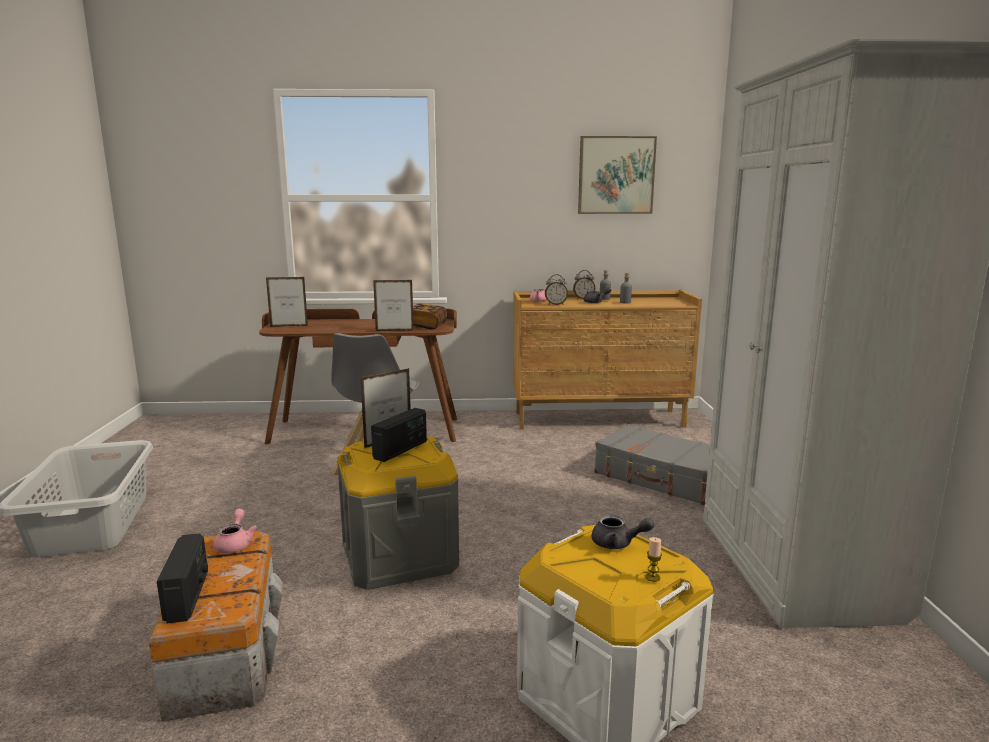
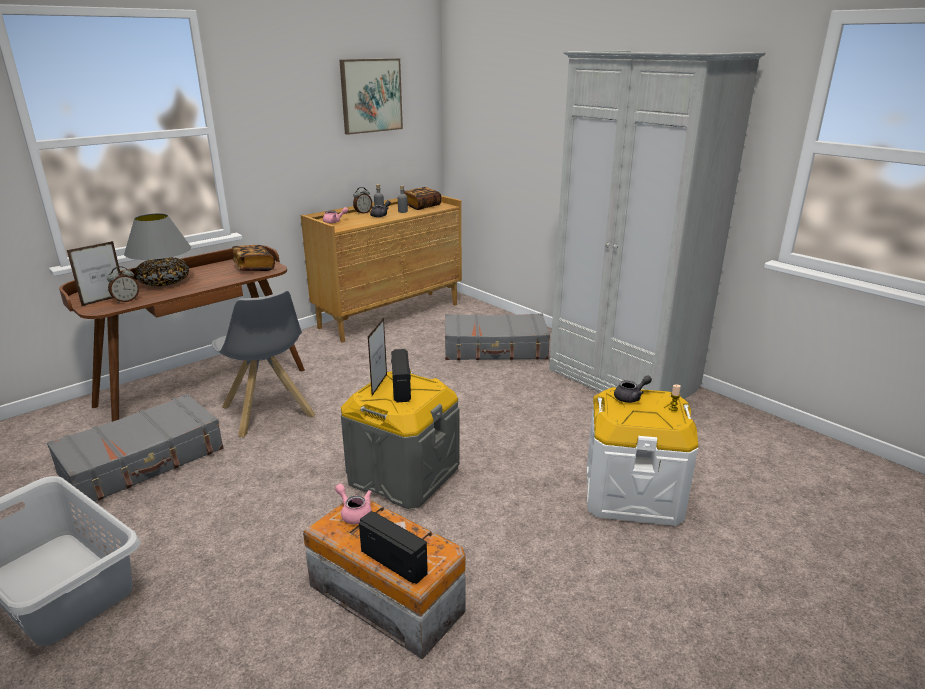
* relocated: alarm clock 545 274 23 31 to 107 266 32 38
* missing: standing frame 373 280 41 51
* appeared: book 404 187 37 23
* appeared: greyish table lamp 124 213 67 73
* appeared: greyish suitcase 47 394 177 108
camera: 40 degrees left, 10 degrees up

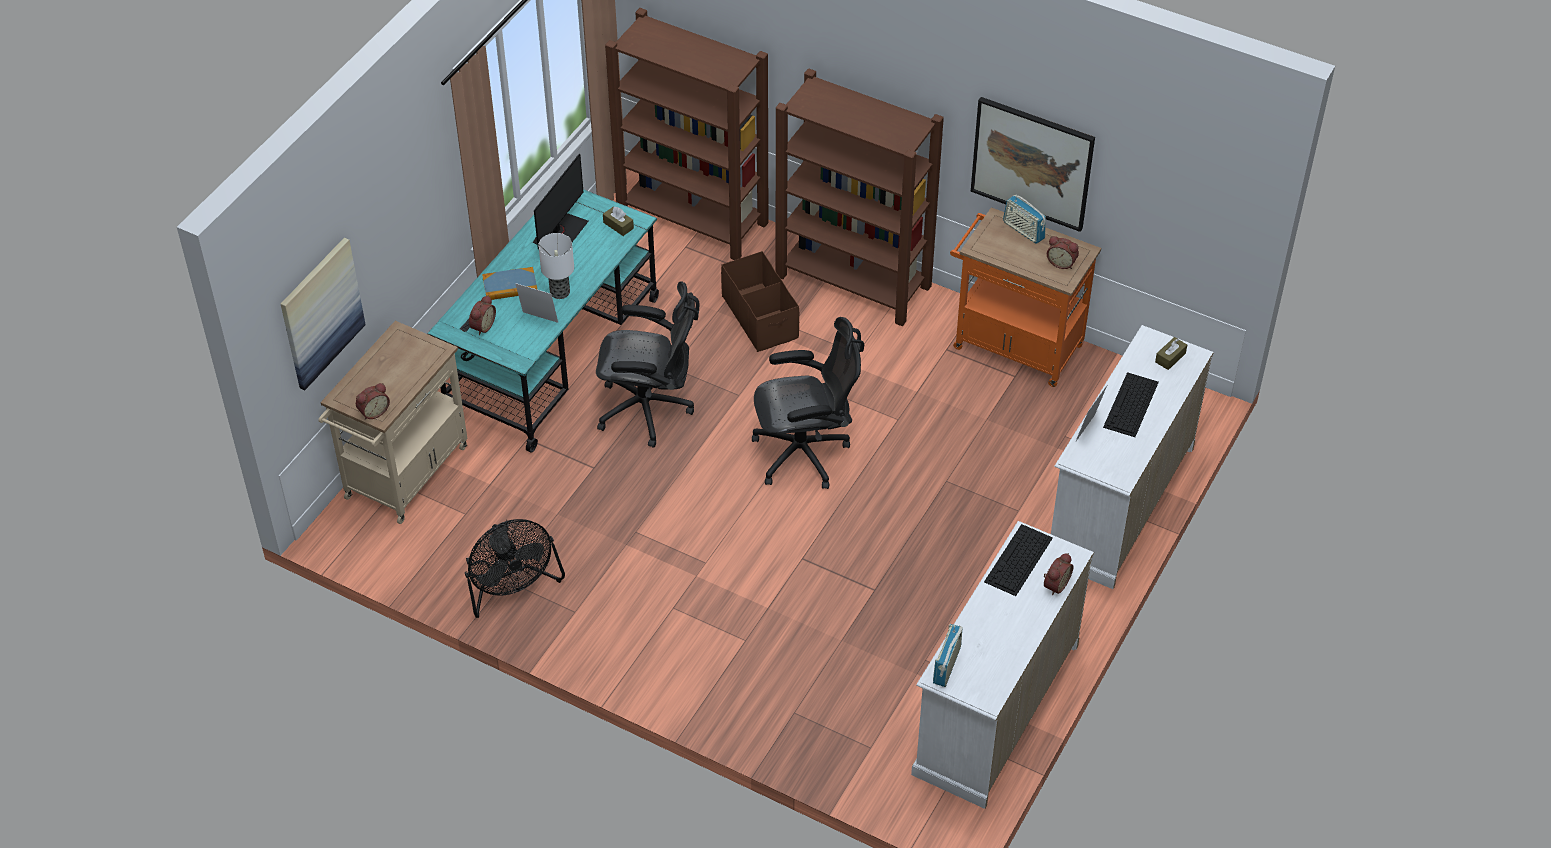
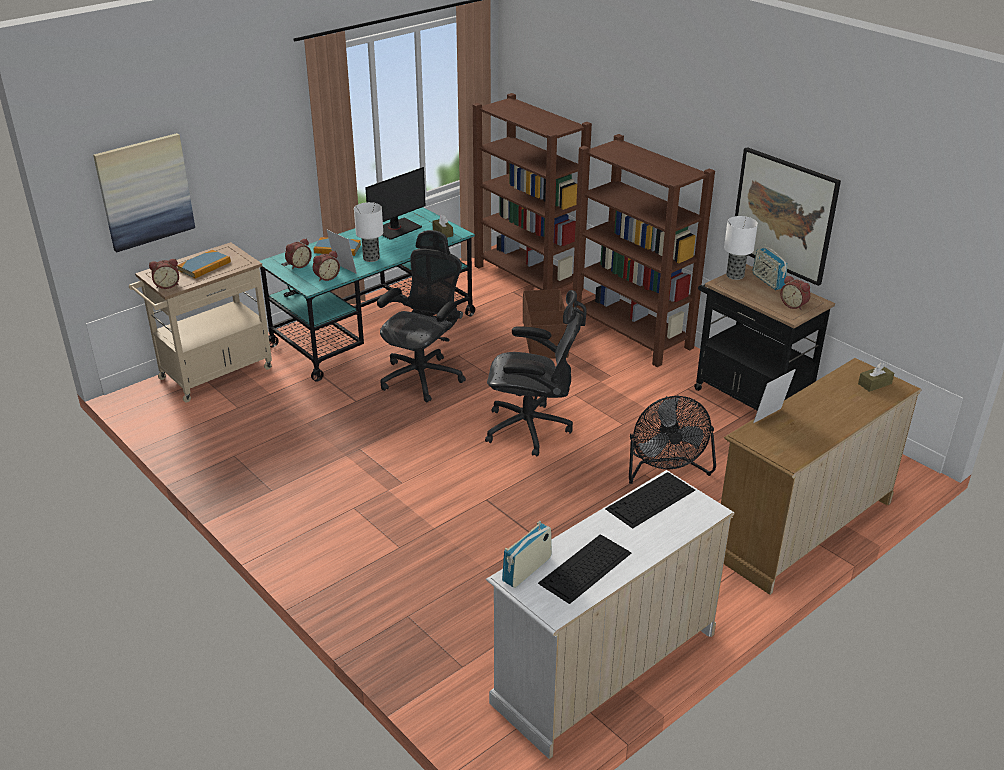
* colour: orange-coloured wheeled cart 950 207 151 180 to blackish wheeled cart 694 264 141 147
* spun: office chair 596 281 103 167 = 377 230 89 172 90 degrees counterclockwise
* colour: white storage cabinet 1051 325 163 264 to brown-coloured storage cabinet 721 358 201 237
* relocated: computer keyboard 1103 372 56 65 to 538 534 94 70
* relocated: blackish fan 465 519 100 99 to 629 396 87 88
* relocated: alarm clock 1044 553 29 42 to 313 251 27 31
* appeared: table lamp 724 216 34 64
* appeared: book 177 250 54 28
camera: 20 degrees right, 15 degrees down

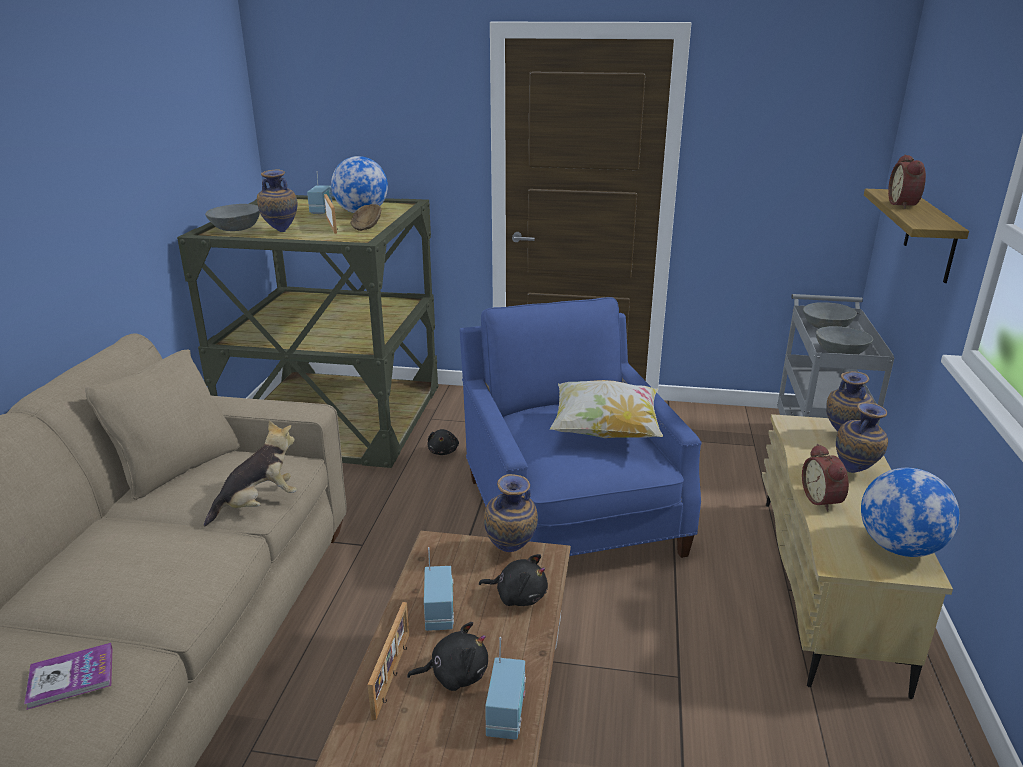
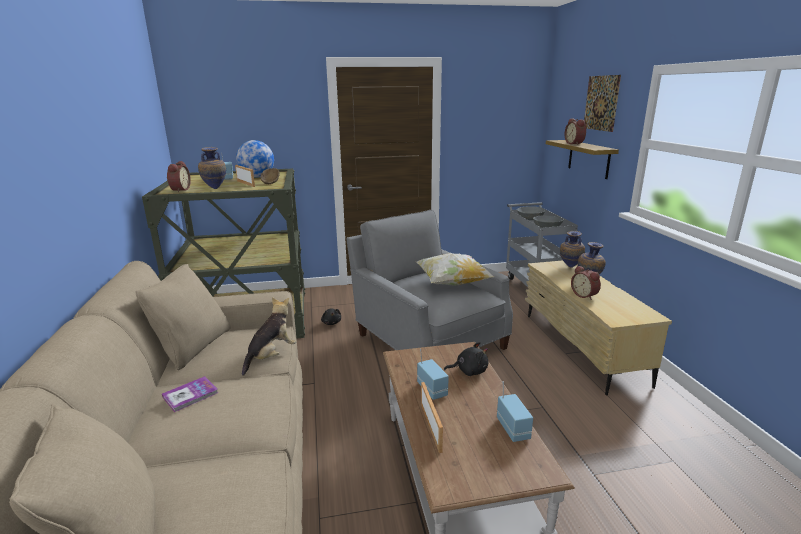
* exchanged: greyish serving bowl 205 204 55 27 to alarm clock 167 161 24 31
* colour: blue lounge chair 459 297 243 261 to greyish lounge chair 346 210 167 140
* missing: desk globe 861 468 99 89
* missing: vase 484 474 54 78
* missing: blackish soft toy 407 622 81 69
* relocated: book 24 643 89 67 to 162 376 56 36
* appeared: wall art 584 75 37 57
camera: 20 degrees left, 5 degrees down

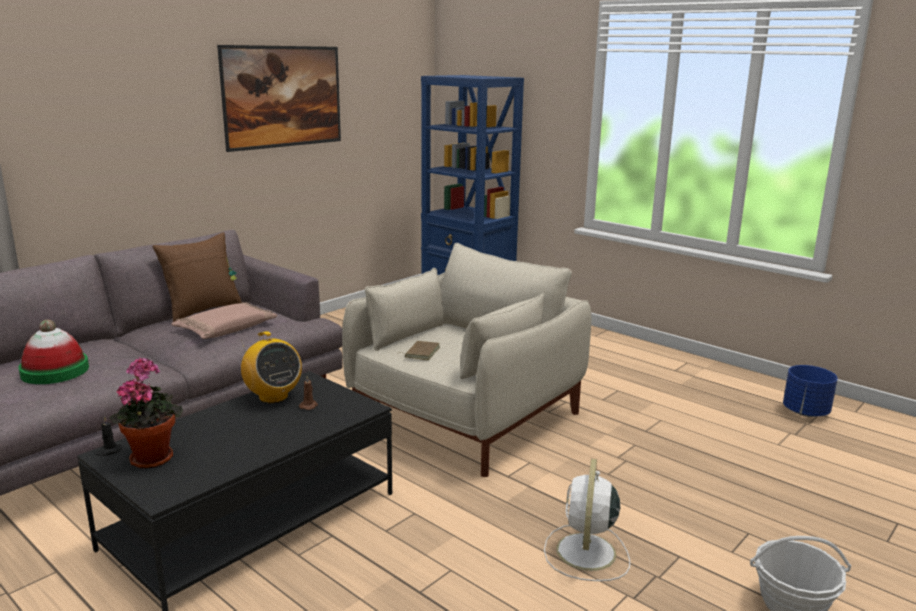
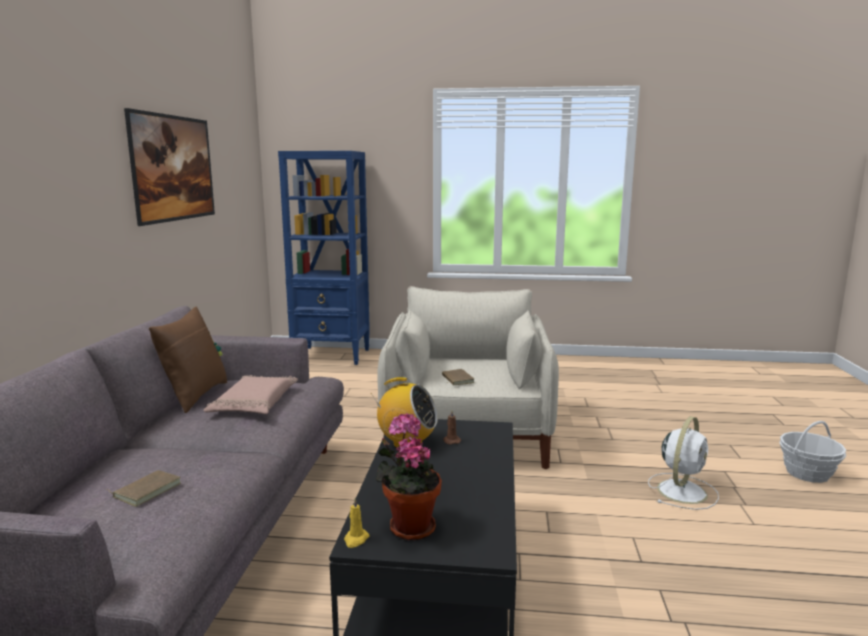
* exchanged: wearable hat 18 319 71 65 to brown-coloured book 106 470 75 37
* missing: blue flower pot 783 365 55 52
* colour: blackish wax candle 96 416 26 40 to yellowish wax candle 344 498 26 50
* spun: white fan 544 459 86 122 = 648 416 71 94 120 degrees counterclockwise
camera: 35 degrees left, 5 degrees down

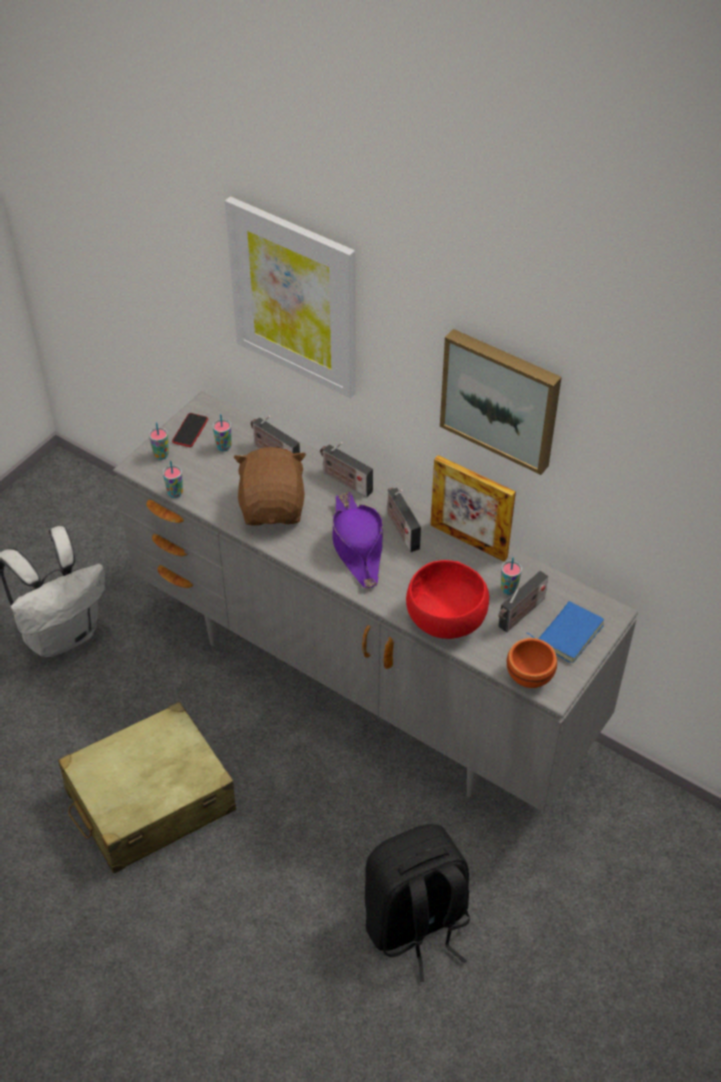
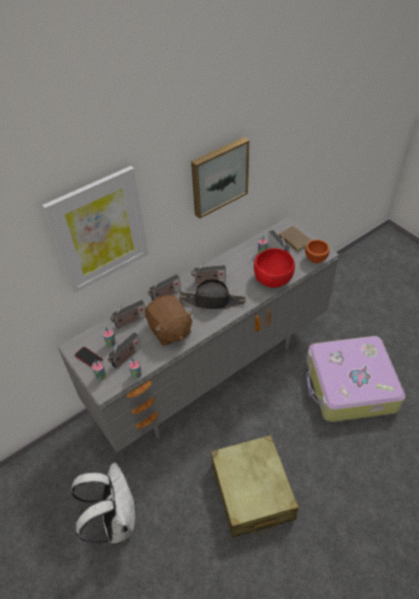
* spun: brown-coloured soft toy 234 447 72 79 = 145 295 48 51 135 degrees counterclockwise
* missing: standing frame 430 455 86 107
* colour: purple wearable hat 332 492 51 97 to blackish wearable hat 179 279 67 30
* colour: blue book 527 601 77 63 to brown-coloured book 279 226 33 26
* exchanged: blackish backpack 365 824 105 158 to suitcase 306 336 99 86
* appeared: radio set 108 332 33 37
camera: 70 degrees left, 0 degrees up

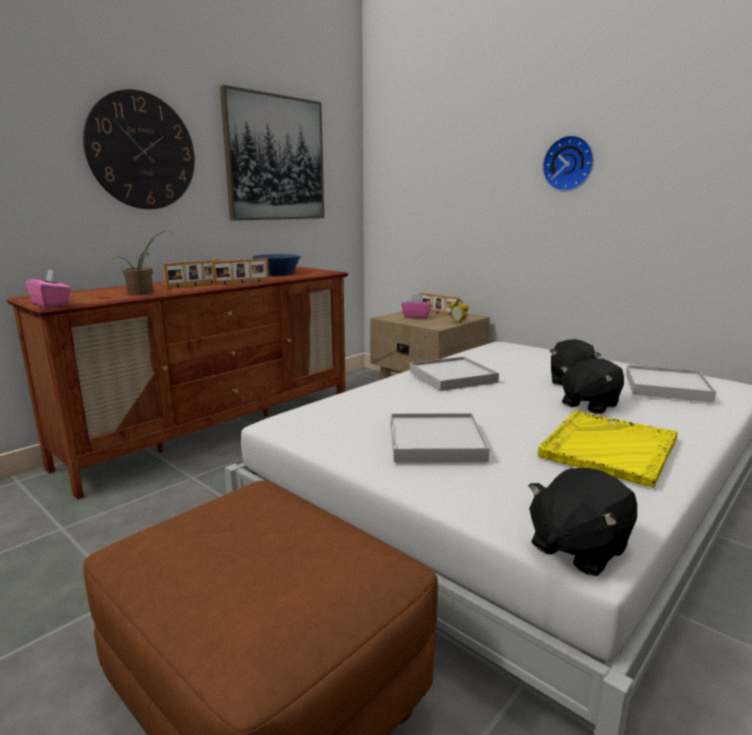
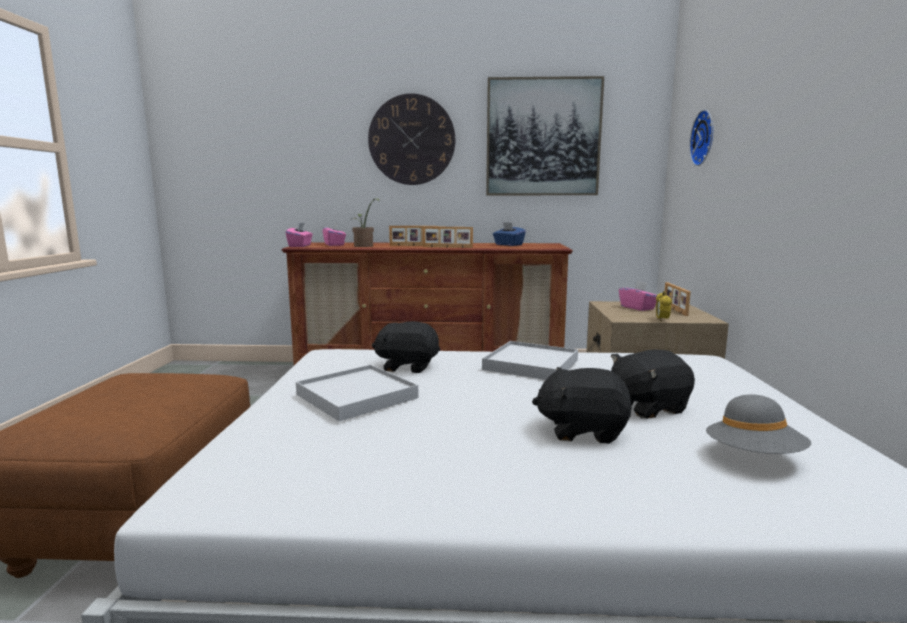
* relocated: wall clock 542 135 52 57 to 689 110 24 56
* exchanged: blue serving bowl 252 254 48 22 to blue tissue box 493 222 33 24
* exchanged: white serving tray 626 365 90 37 to greyish wearable hat 706 394 105 60
* missing: yellowish serving tray 538 411 140 77
* relocated: blackish soft toy 528 468 109 108 to 372 322 68 51
* appeared: pink tissue box 323 222 23 24
camera: 50 degrees right, 5 degrees down

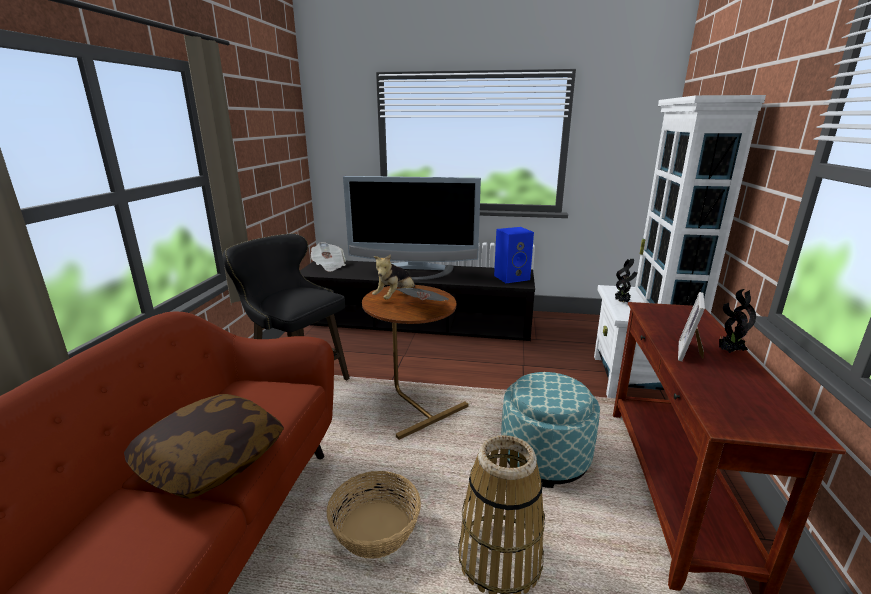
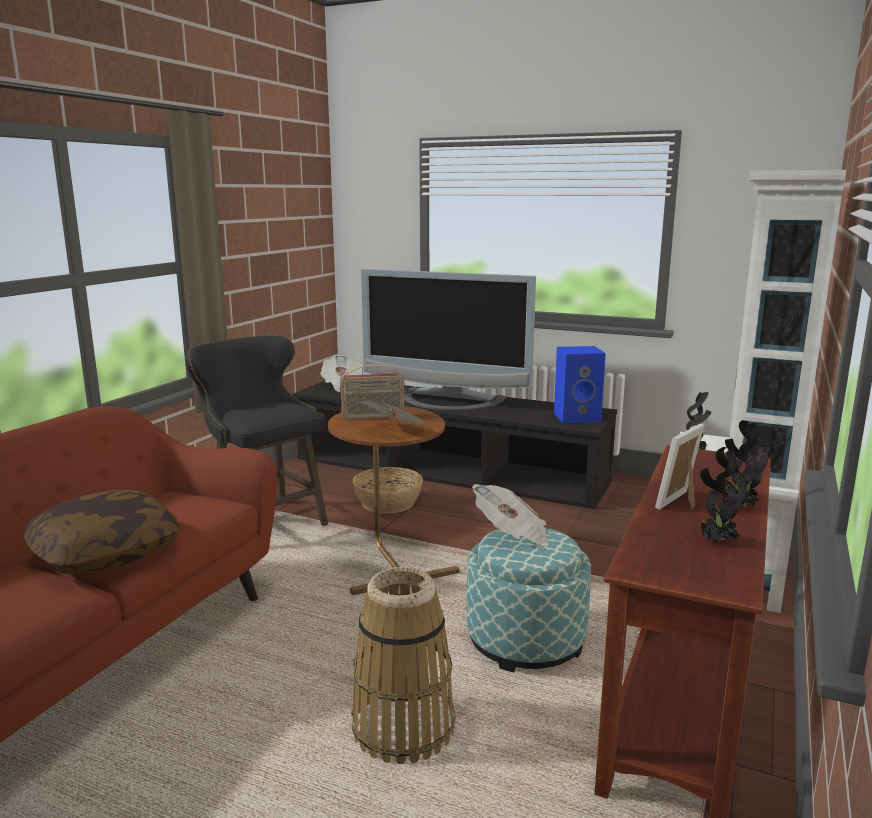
* exchanged: soft toy 372 254 43 46 to radio set 340 365 65 55
* relocated: basket 327 471 94 88 to 353 467 70 46
* appeared: plant in a pot 700 447 47 96
* appeared: newspaper 472 484 76 62
camera: 15 degrees right, 5 degrees down

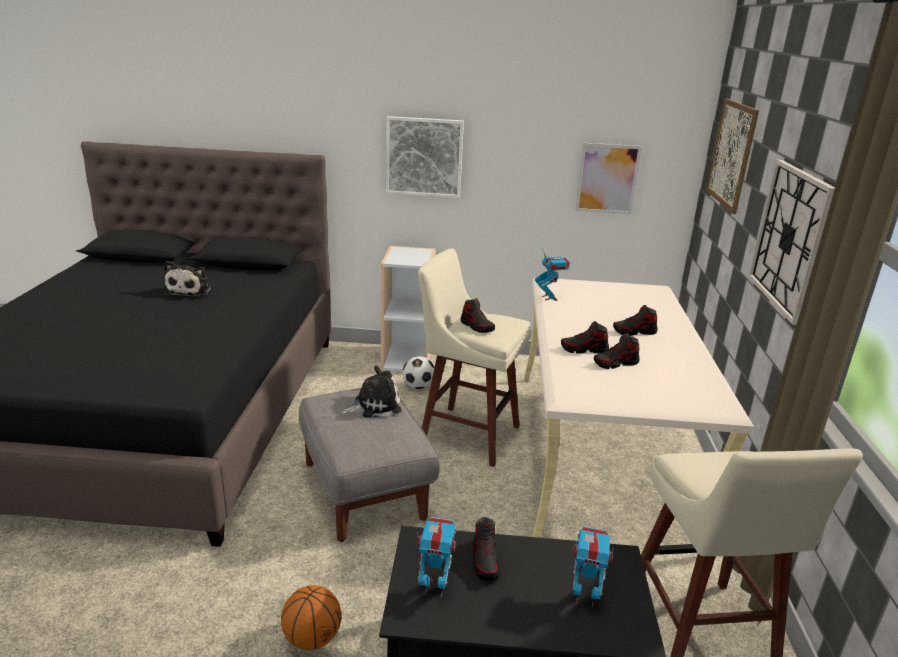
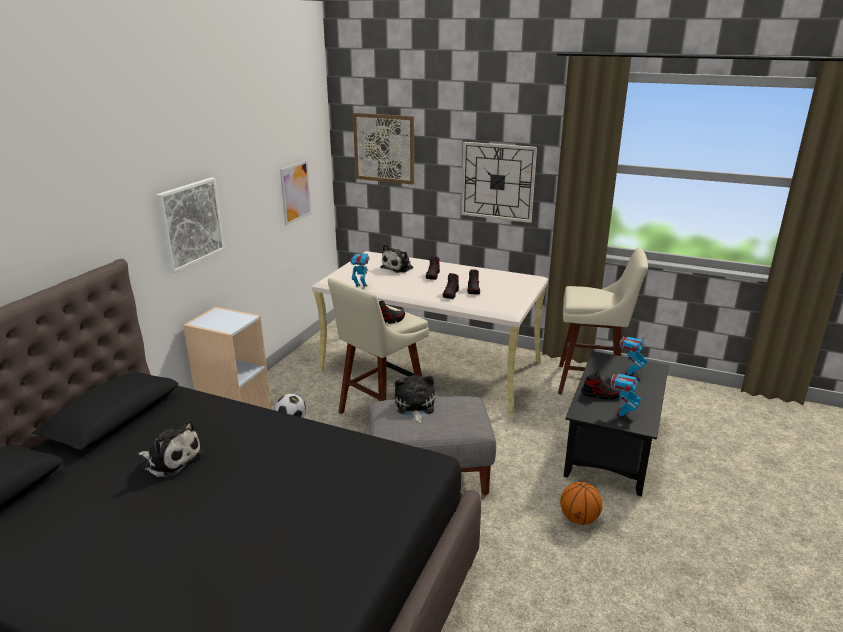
* appeared: soft toy 380 244 33 29
camera: 70 degrees left, 0 degrees up

